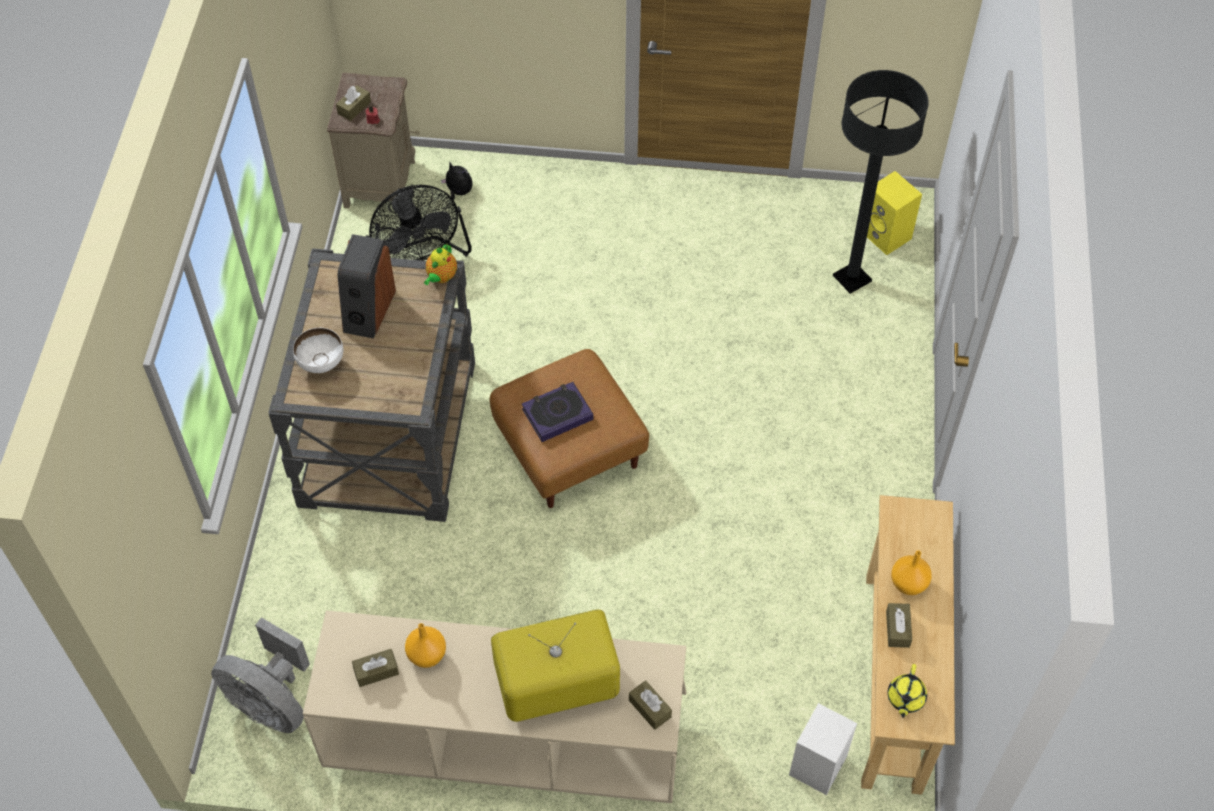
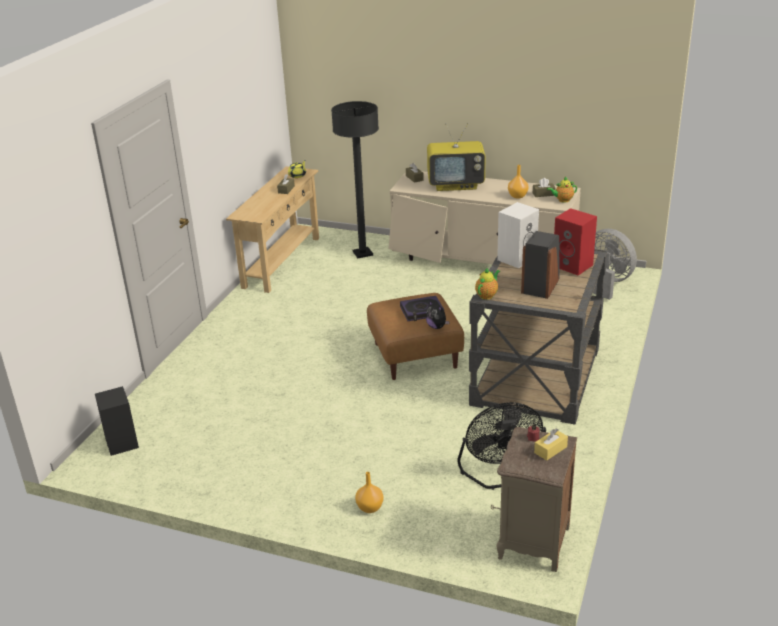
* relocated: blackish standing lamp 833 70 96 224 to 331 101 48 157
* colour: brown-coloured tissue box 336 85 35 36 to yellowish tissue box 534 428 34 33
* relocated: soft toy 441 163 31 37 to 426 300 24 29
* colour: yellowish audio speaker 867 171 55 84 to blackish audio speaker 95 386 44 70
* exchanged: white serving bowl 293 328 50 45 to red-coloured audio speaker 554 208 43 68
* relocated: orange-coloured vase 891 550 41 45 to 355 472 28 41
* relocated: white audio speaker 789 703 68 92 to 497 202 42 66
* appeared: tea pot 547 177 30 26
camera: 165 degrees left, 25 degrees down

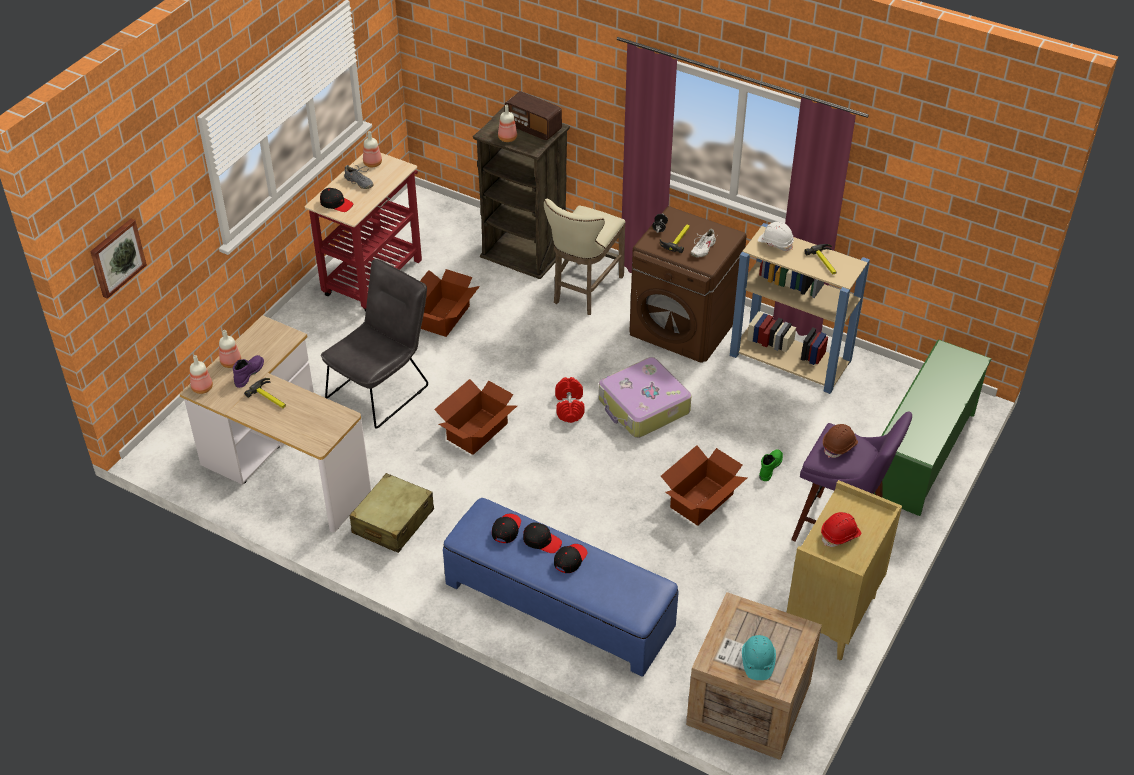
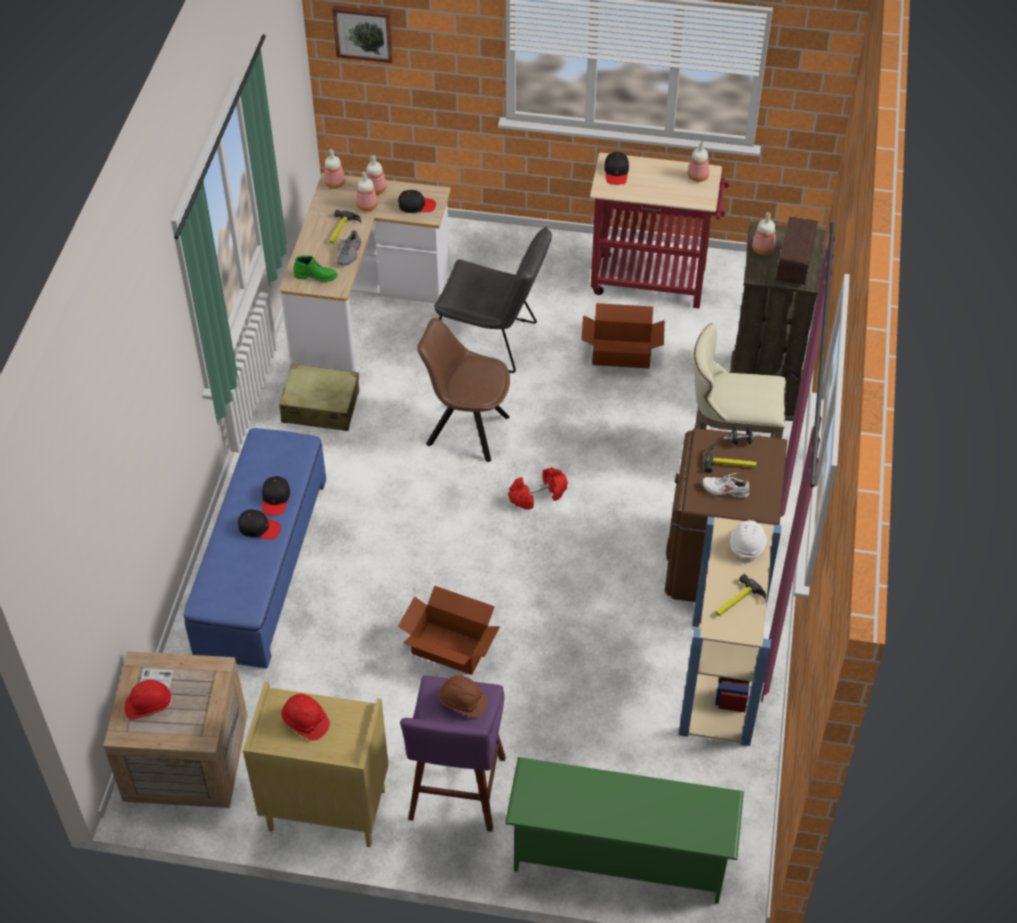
* relocated: greyish shoe 344 164 30 25 to 337 230 25 35
* exchanged: purple high-top boot 233 355 31 33 to bottle 356 172 22 40
* missing: suitcase 599 357 92 81
* exchanged: cardboard box 434 379 83 76 to brown-coloured chair 417 318 93 144
* relocated: greenish high-top boot 759 449 24 32 to 293 255 45 27
* relocated: blackish cap 492 514 29 29 to 398 190 38 23
* colour: blue-green safety helmet 742 635 34 45 to red-coloured safety helmet 125 680 48 40
camera: 70 degrees right, 5 degrees up

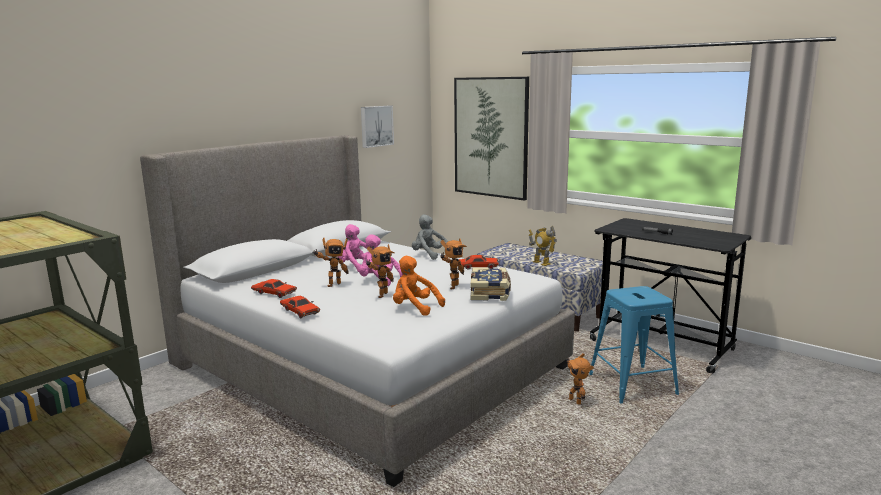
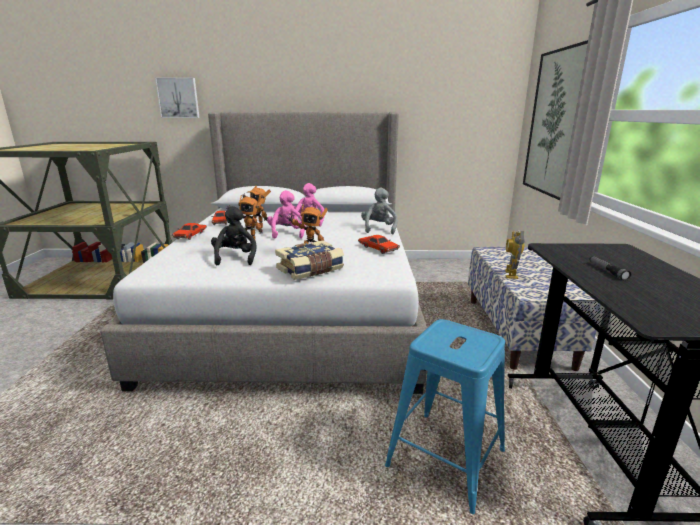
* relocated: wall art 361 105 33 43 to 155 77 45 41
* colour: orange-coloured soft toy 393 256 52 60 to blackish soft toy 211 206 45 59
* missing: toy robot 566 353 28 52
camera: 50 degrees right, 5 degrees up

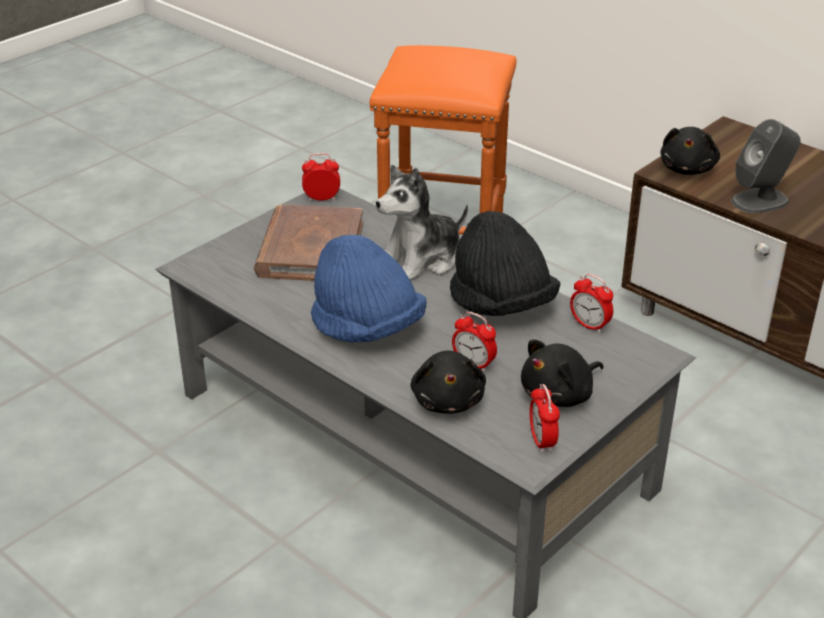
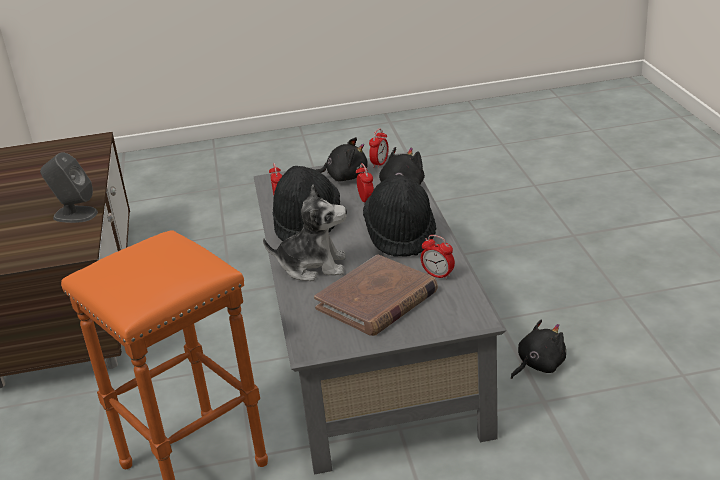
* relocated: blackish soft toy 661 127 59 48 to 511 319 55 60
* relocated: alarm clock 302 153 38 48 to 421 235 34 45
* colour: blue wearable hat 311 235 115 108 to blackish wearable hat 363 175 74 82
camera: 140 degrees left, 5 degrees down

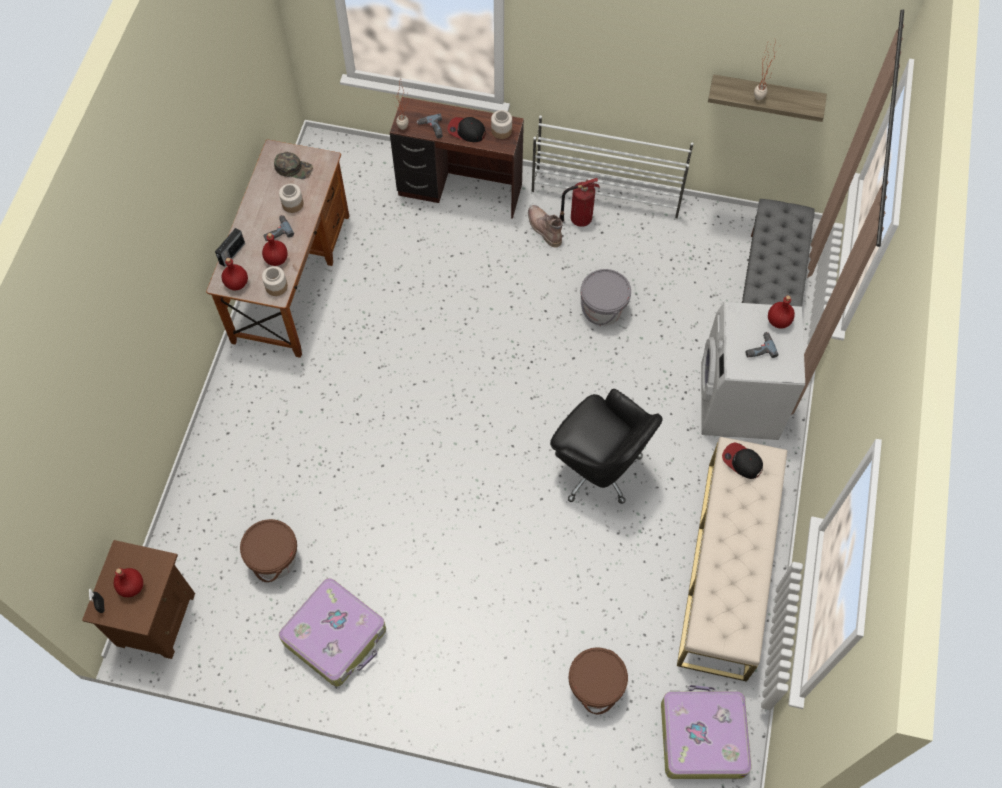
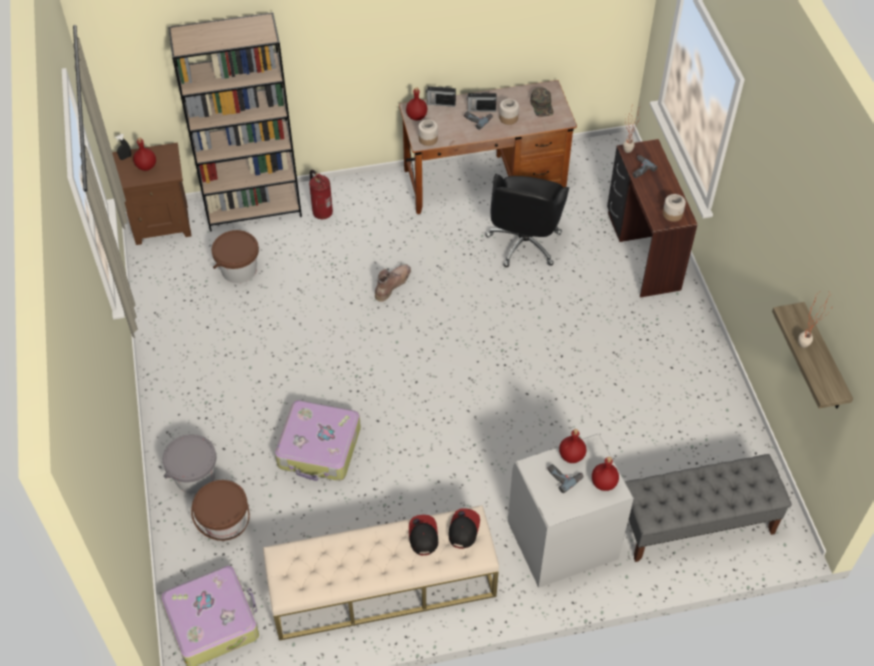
* missing: white shoe stand 531 115 163 105
* relocated: cap 447 117 39 25 to 409 515 29 40
* relocated: fire extinguisher 560 178 40 49 to 309 170 24 49
* relocated: brown-coloured high-top boot 528 205 35 42 to 375 264 36 38
* relocated: red-coloured bottle 262 233 26 33 to 559 429 27 34
* relocated: greyish pail 580 269 51 57 to 163 434 53 60
* relocated: blackish office chair 550 389 112 115 to 485 174 84 93
* relocated: suitcase 279 578 107 109 to 275 400 86 81
* appeared: sand-coloured shelving unit 168 12 134 220
* appeared: radio set 467 91 29 21
camera: 65 degrees right, 10 degrees down

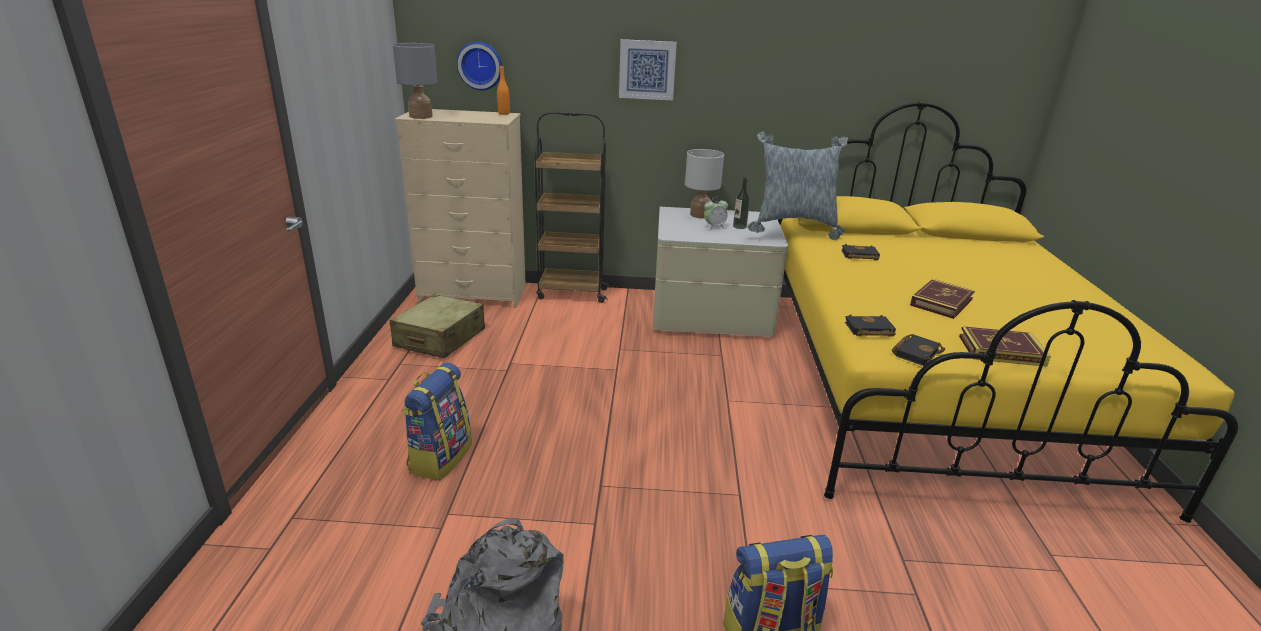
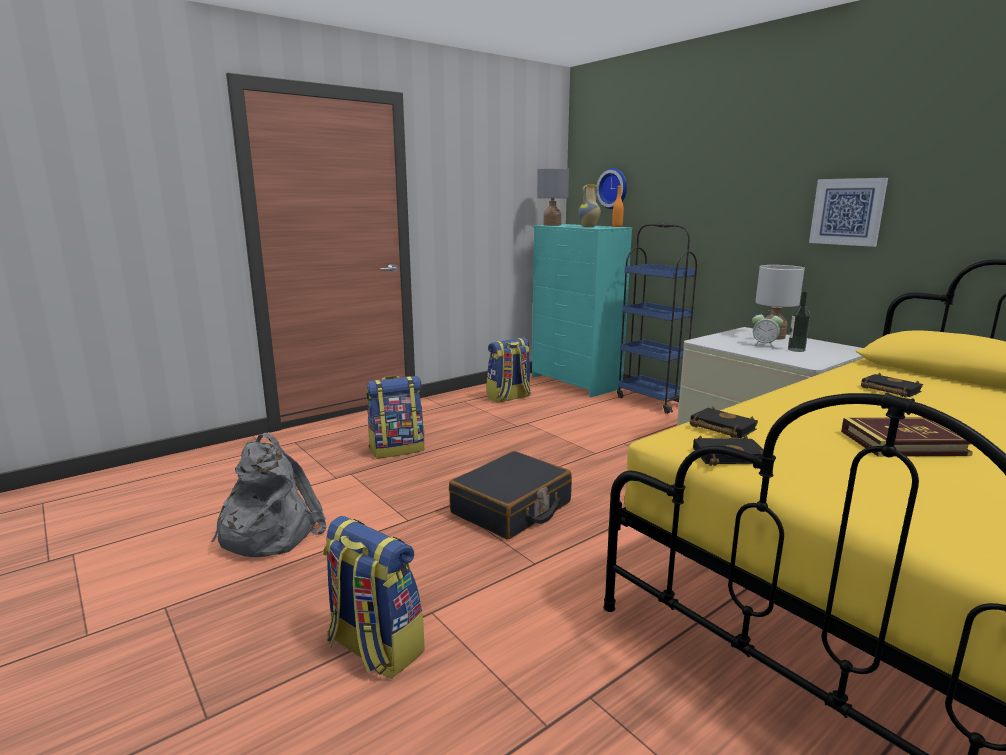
* relocated: wall art 619 39 58 61 to 809 178 79 69
* colour: sand-coloured drawer chest 395 109 131 199 to blue-green drawer chest 532 224 101 173
* colour: brown-coloured wheeled cart 535 111 75 192 to blue wheeled cart 617 223 80 191
* missing: pillow 747 131 101 109
* exchanged: sand-coloured suitcase 389 294 96 64 to backpack 487 338 44 65
* missing: book 959 326 92 41
* appeared: vase 578 185 23 42
* appeared: blackish suitcase 449 451 123 89
camera: 50 degrees right, 10 degrees down

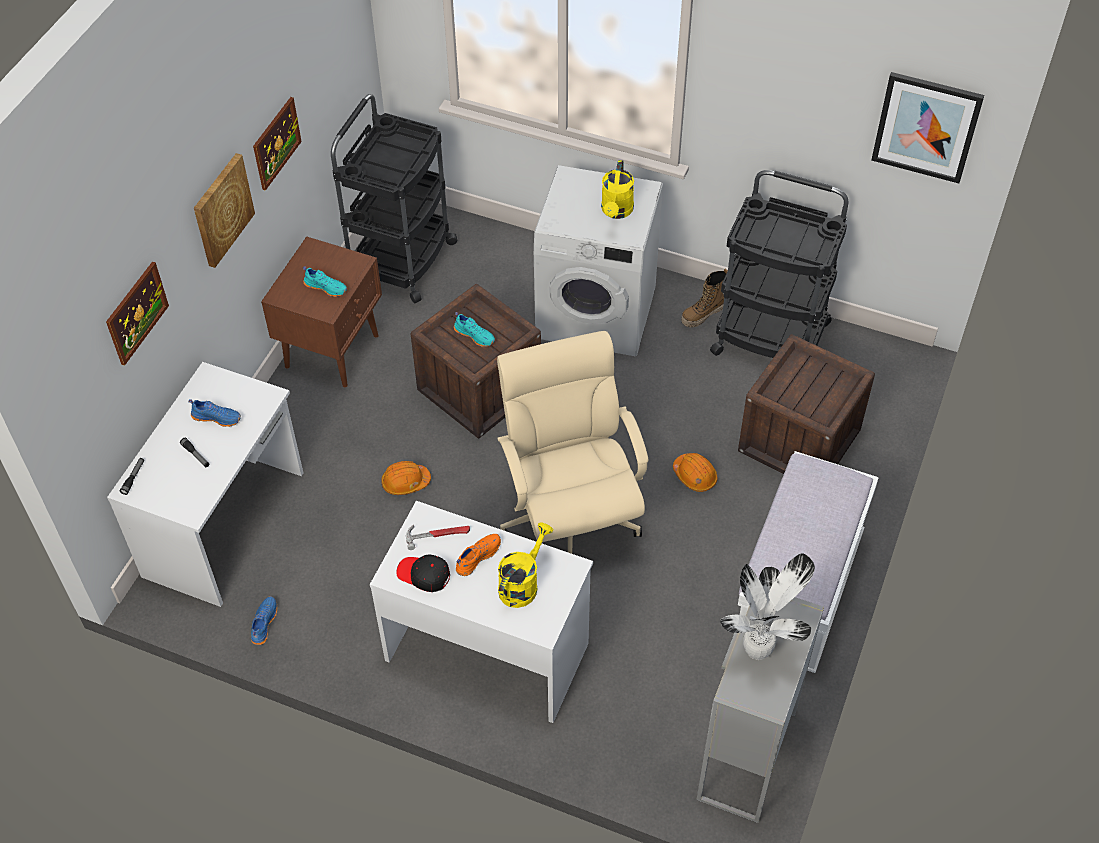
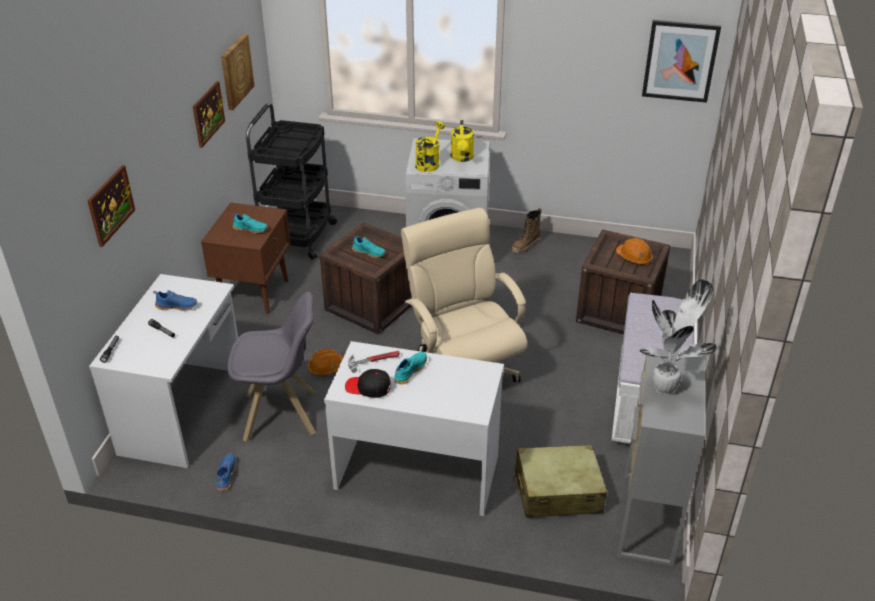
* relocated: wall art 194 153 61 115 to 221 34 33 76
* missing: blackish wheeled cart 710 170 138 188
* relocated: orange-coloured safety helmet 673 453 44 39 to 616 238 37 27
* relocated: yellowish watering pot 498 522 55 86 to 415 121 30 51
* colour: orange-coloured shoe 456 534 45 42 to blue-green shoe 394 352 33 32
* appeared: greyish chair 228 292 88 150
* appeared: sand-coloured suitcase 513 445 94 73
camera: 10 degrees left, 15 degrees down

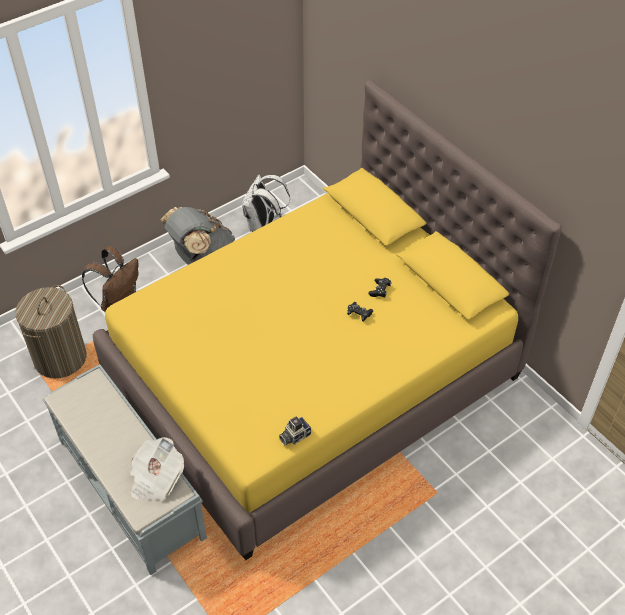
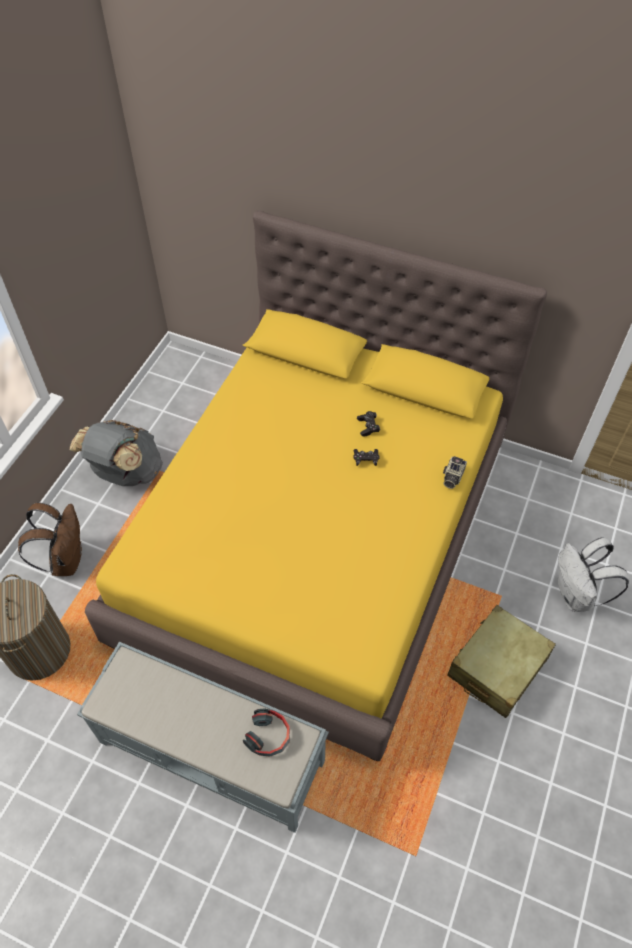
* relocated: white backpack 242 175 48 57 to 558 537 71 75
* relocated: photo camera 279 417 33 28 to 443 456 24 33
* exchanged: newspaper 130 437 54 64 to pair of headphones 243 709 47 48
* appeared: sand-coloured suitcase 447 605 109 113
camera: 30 degrees left, 5 degrees up

